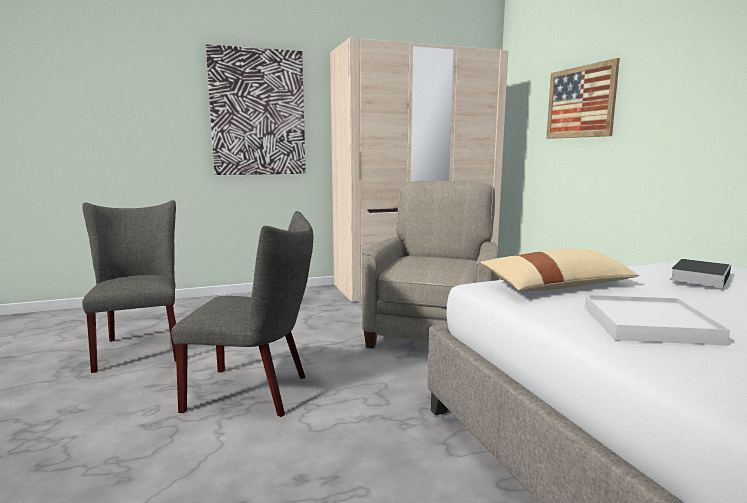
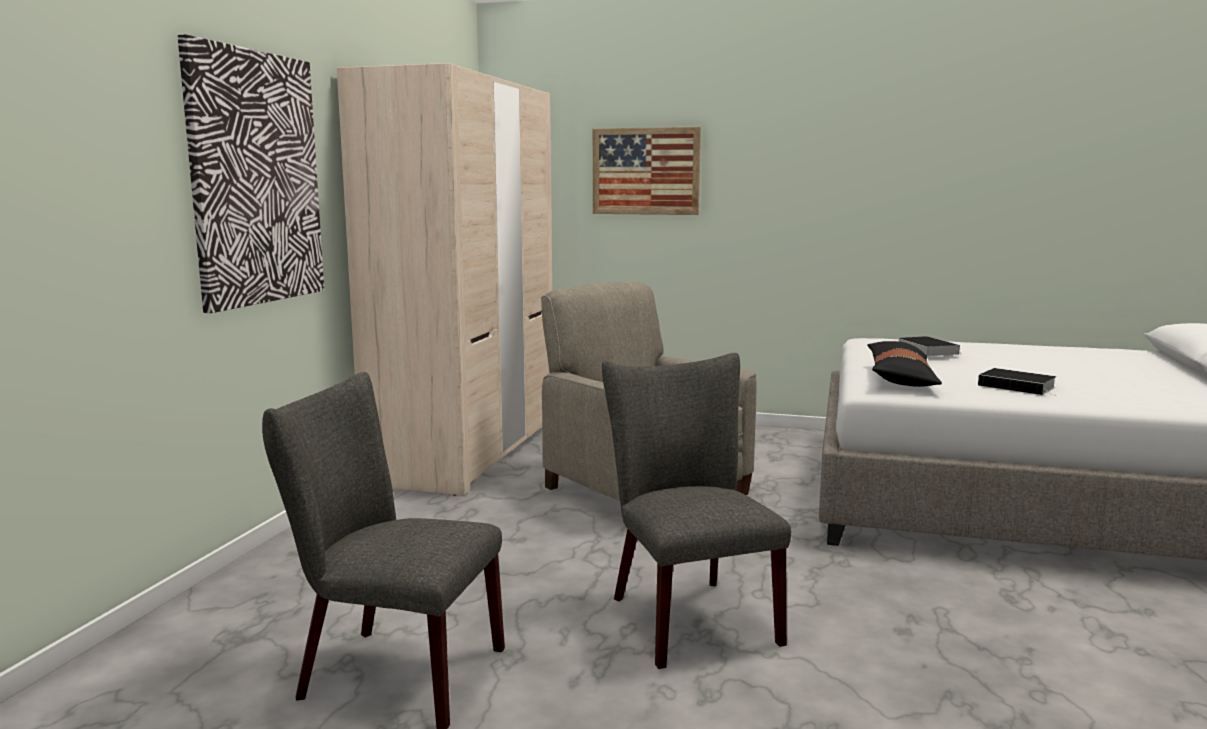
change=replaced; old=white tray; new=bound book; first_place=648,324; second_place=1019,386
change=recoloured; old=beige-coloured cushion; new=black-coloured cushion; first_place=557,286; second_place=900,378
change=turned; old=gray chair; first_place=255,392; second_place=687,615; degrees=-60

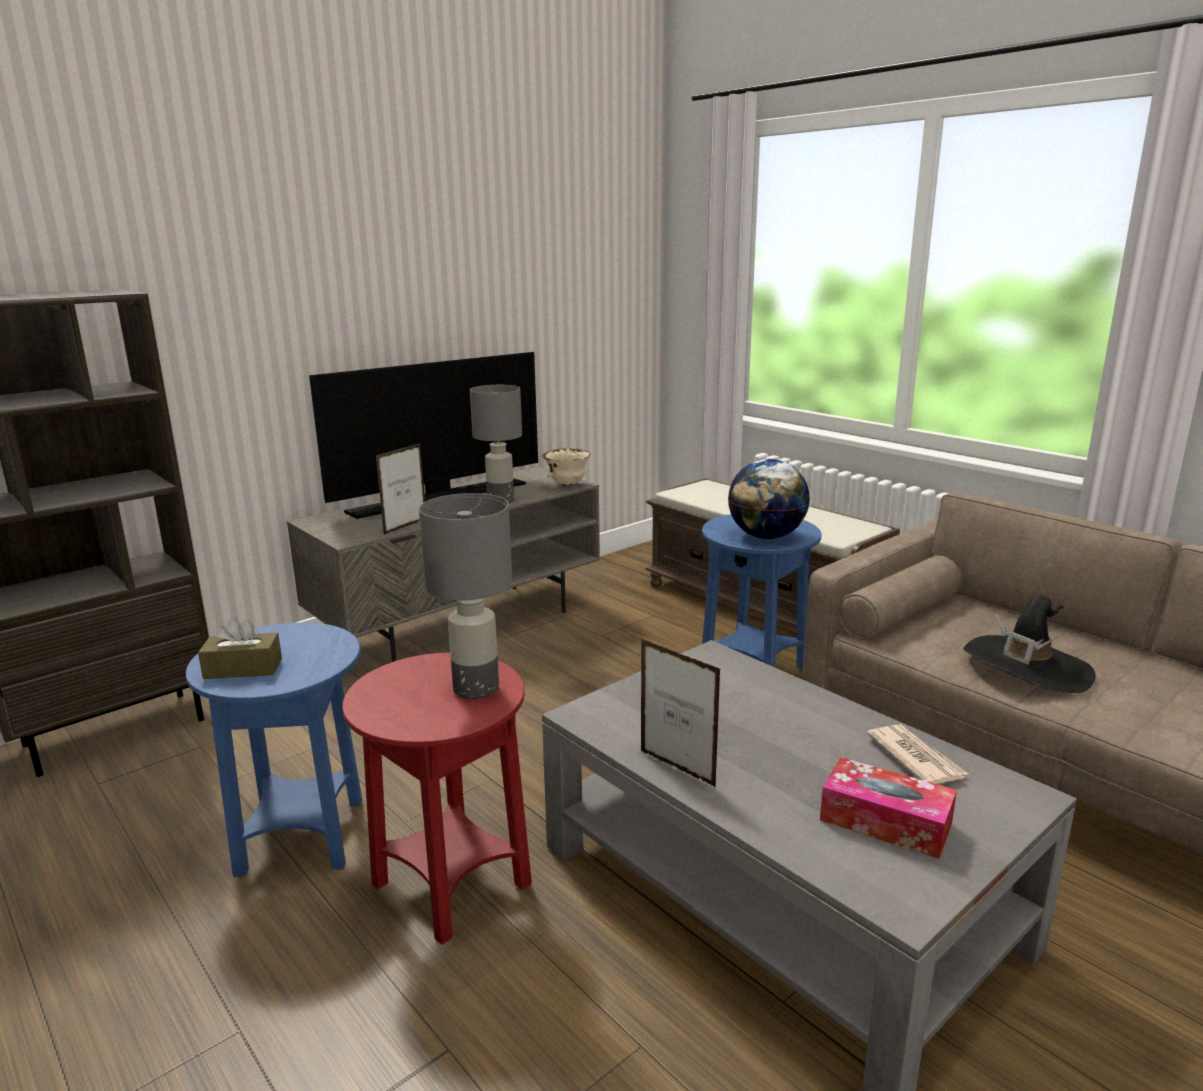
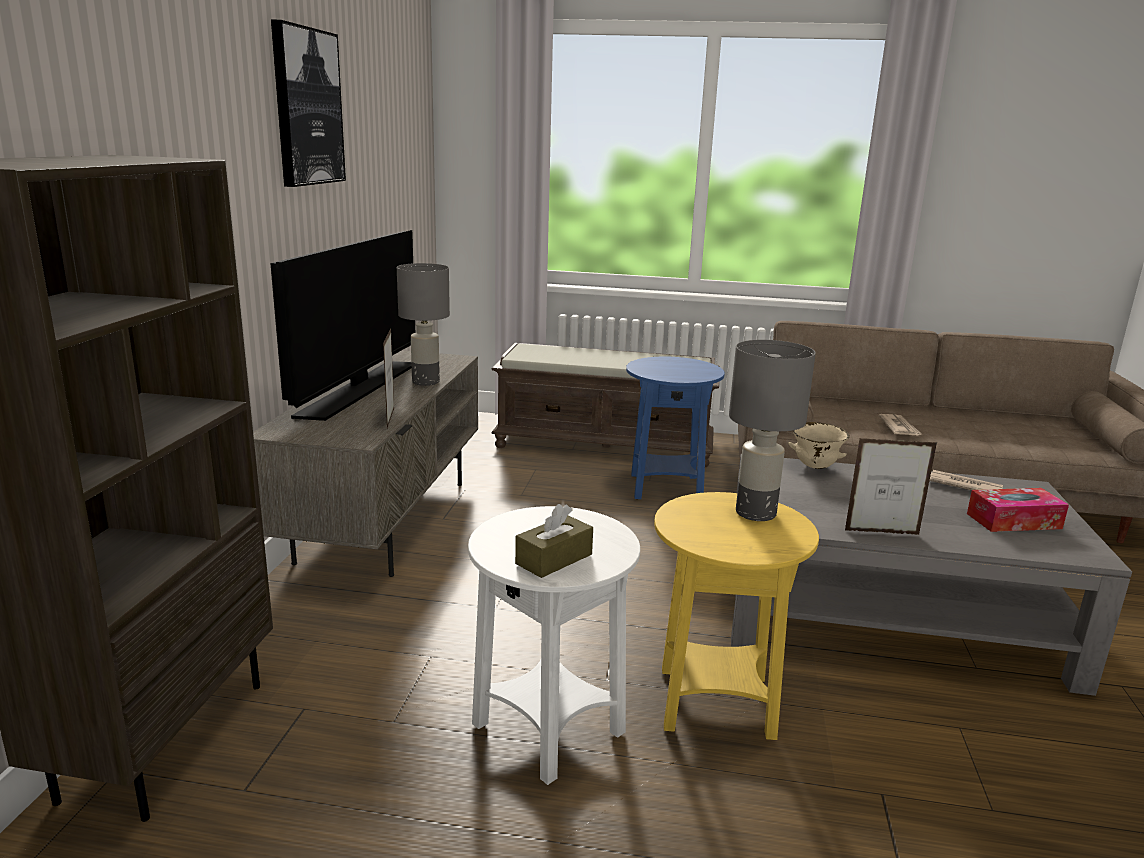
change=removed; old=desk globe; first_place=766,536
change=added; new=wall picture; second_place=307,107
change=moved; old=beige-coloured deep dish; first_place=567,485; second_place=814,467
change=replaced; old=black-coloured hat; new=printed paper; first_place=1026,667; second_place=899,427
change=recoloured; old=blue-coloured accent table; new=white accent table; first_place=302,838; second_place=549,730
change=recoloured; old=red accent table; new=yellowish accent table; first_place=450,886; second_place=715,703

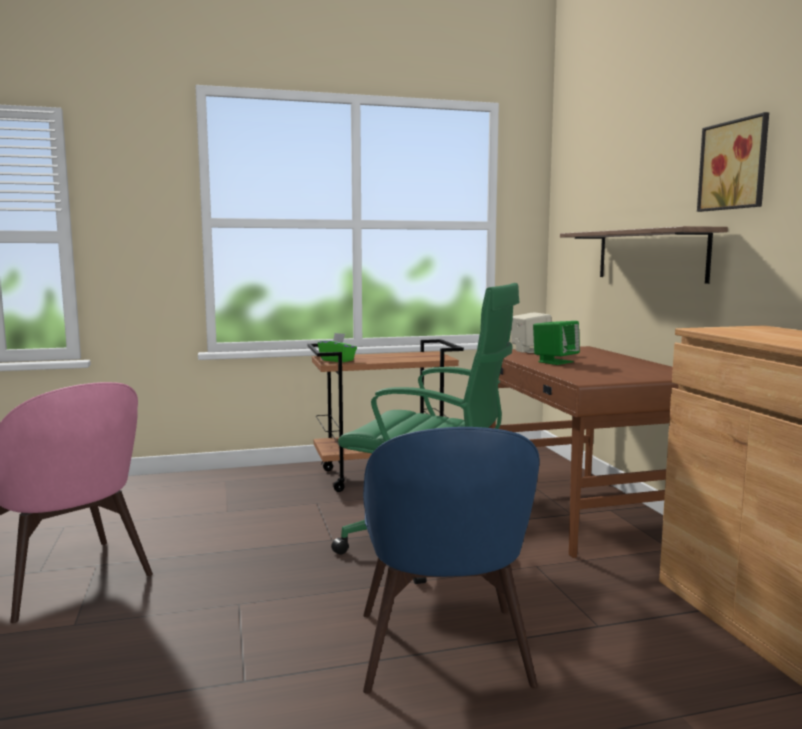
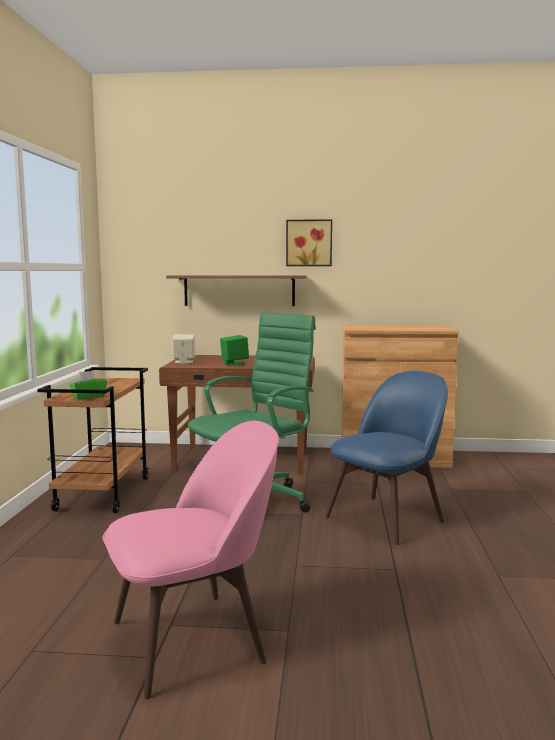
change=turned; old=blue-coloured chair; first_place=443,653; second_place=387,518; degrees=-60

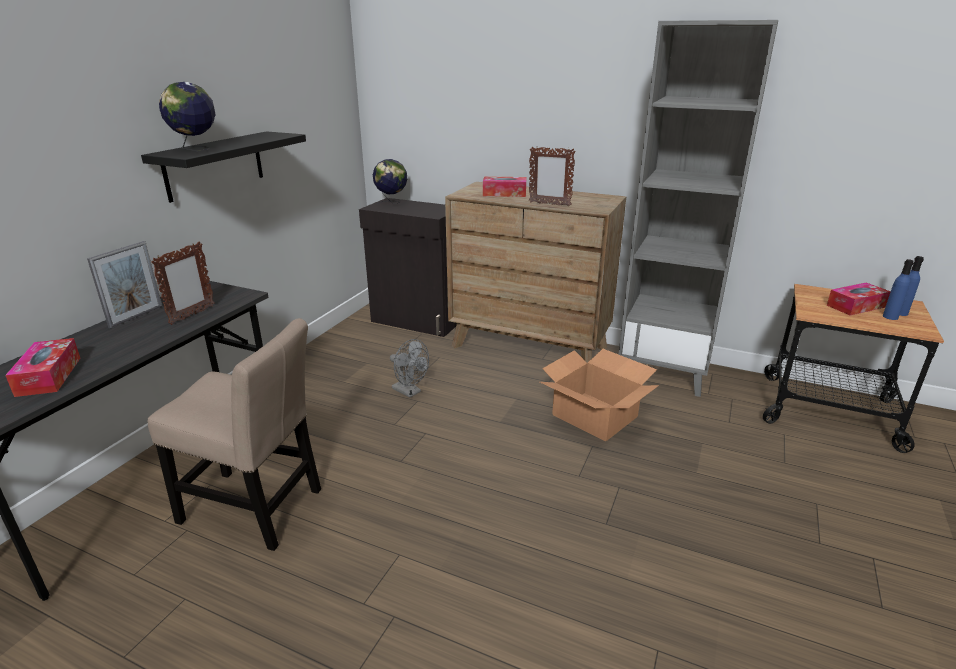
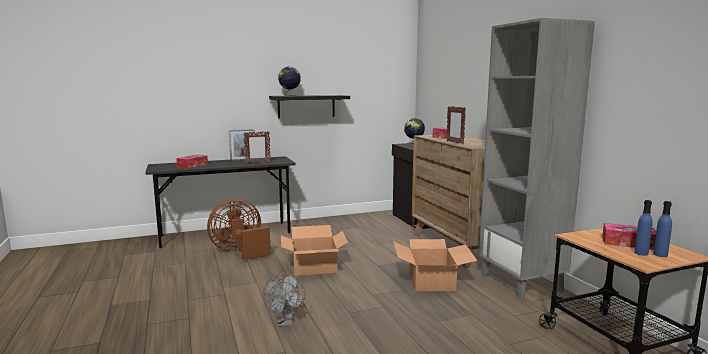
change=added; new=cardboard box; second_place=314,267
change=moved; old=gray electric fan; first_place=410,392; second_place=285,322
change=replaced; old=beige-coloured chair; new=brownish electric fan; first_place=256,508; second_place=240,252

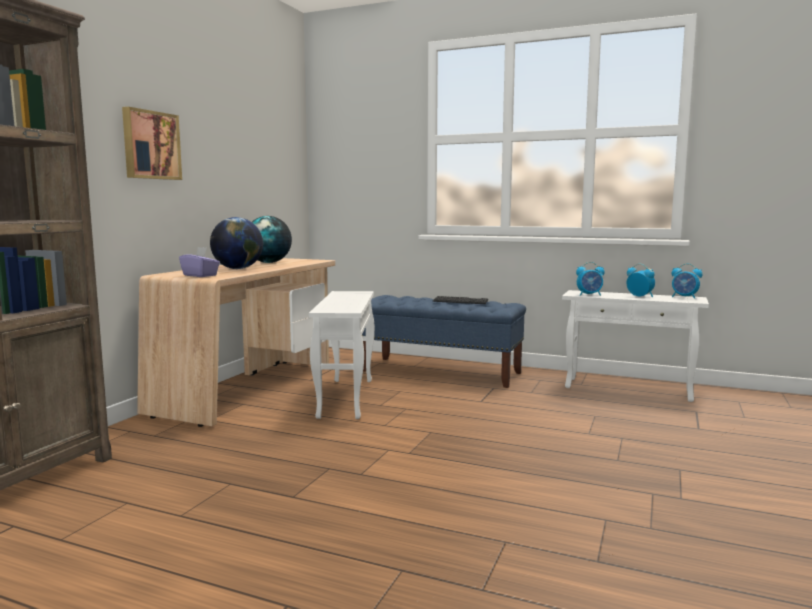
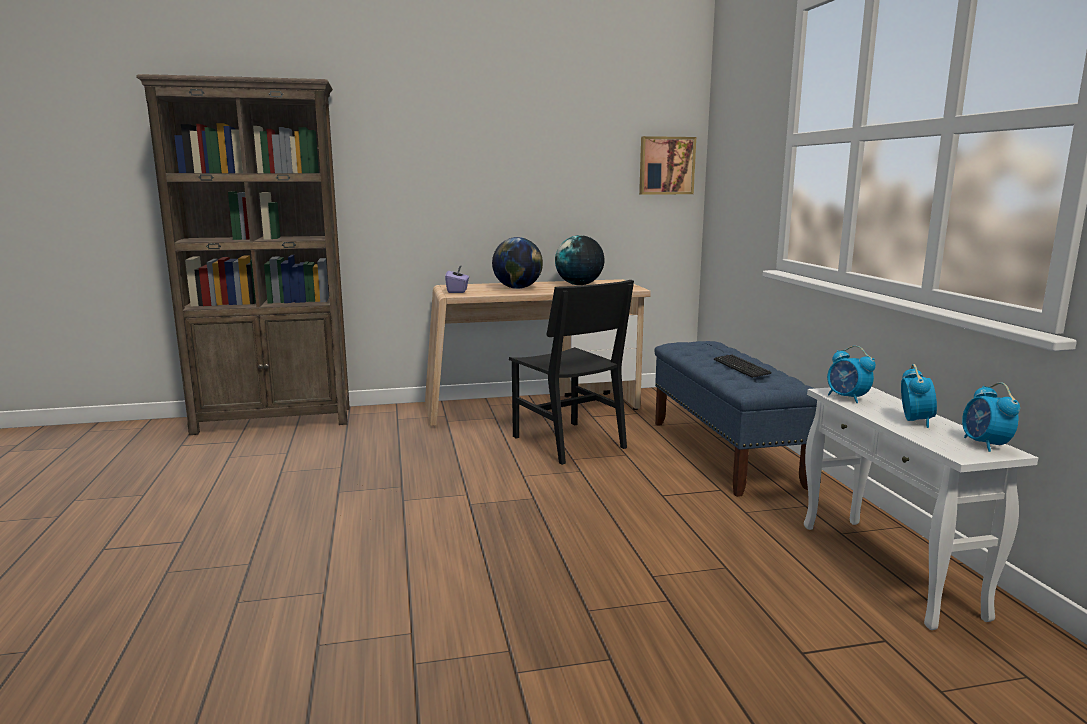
change=moved; old=wall picture; first_place=150,145; second_place=666,165
change=replaced; old=white accent table; new=black-coloured chair; first_place=346,398; second_place=568,442

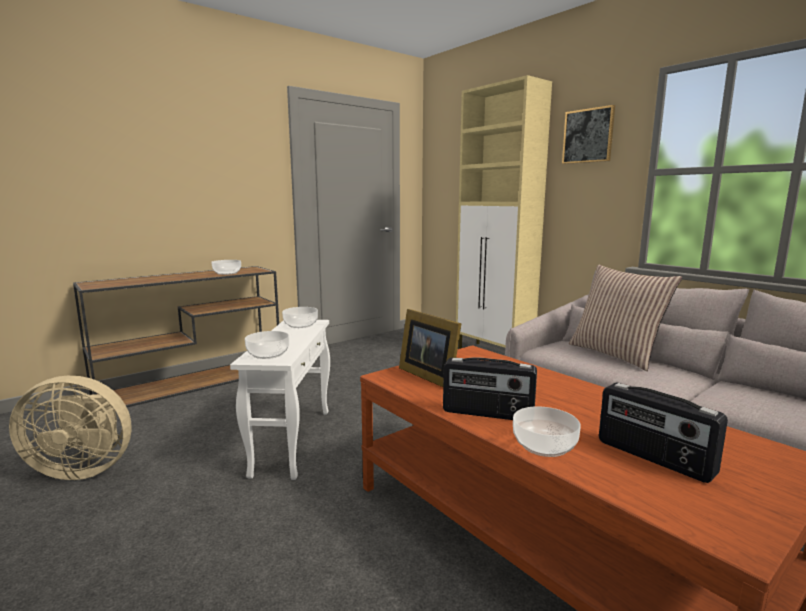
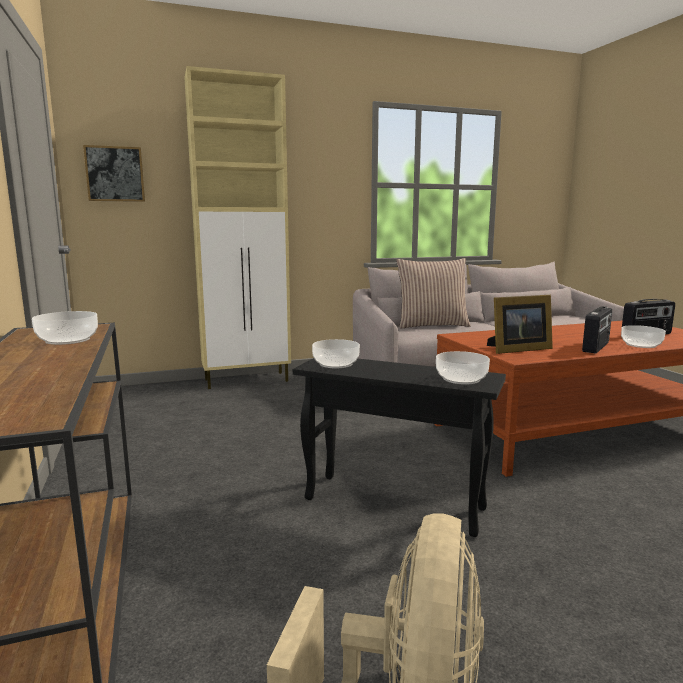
change=moved; old=wall picture; first_place=588,136; second_place=115,174
change=recoloured; old=white accent table; new=black-coloured accent table; first_place=292,441; second_place=394,504

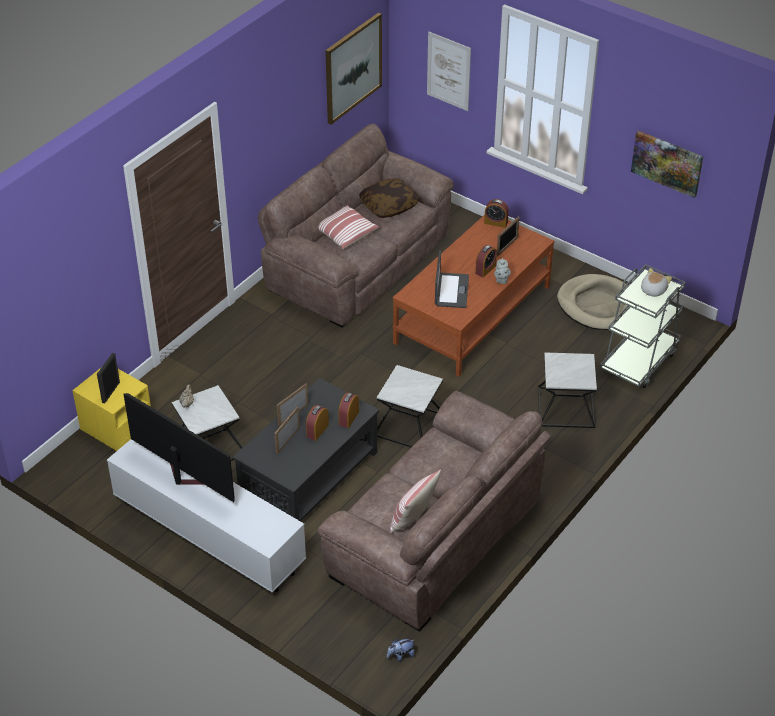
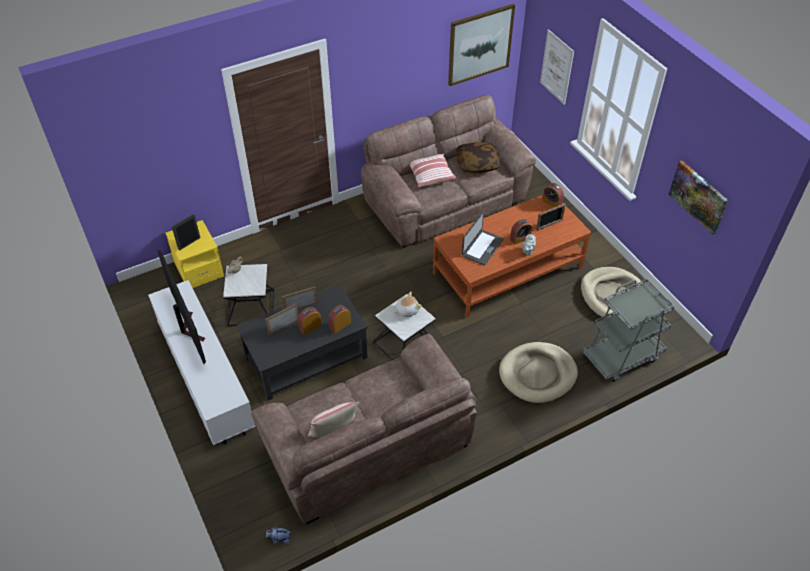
change=moved; old=plush toy; first_place=652,290; second_place=406,310
change=replaced; old=accent table; new=beige-coloured pet bed; first_place=566,407; second_place=537,374

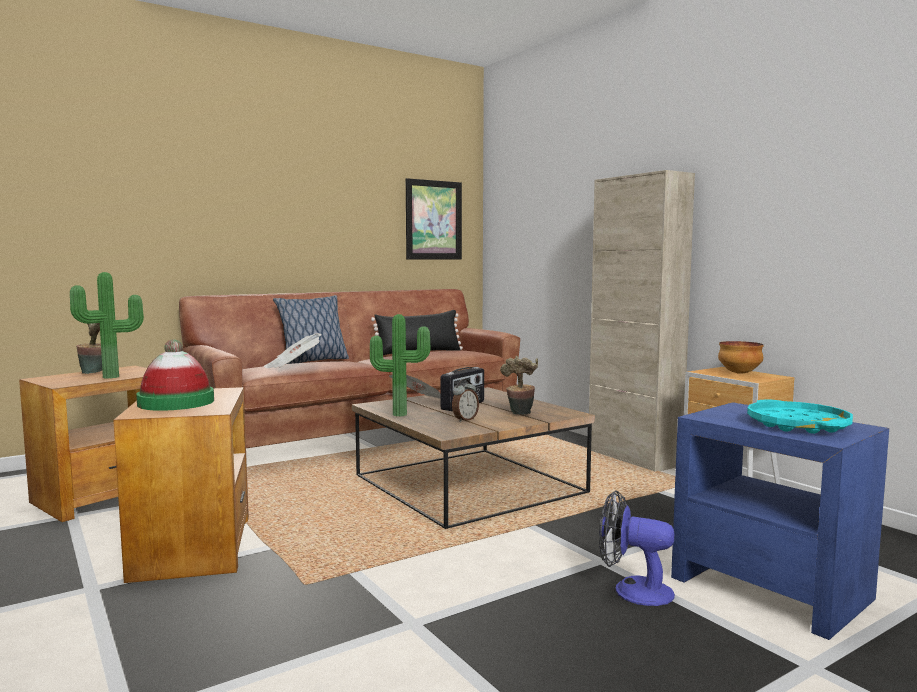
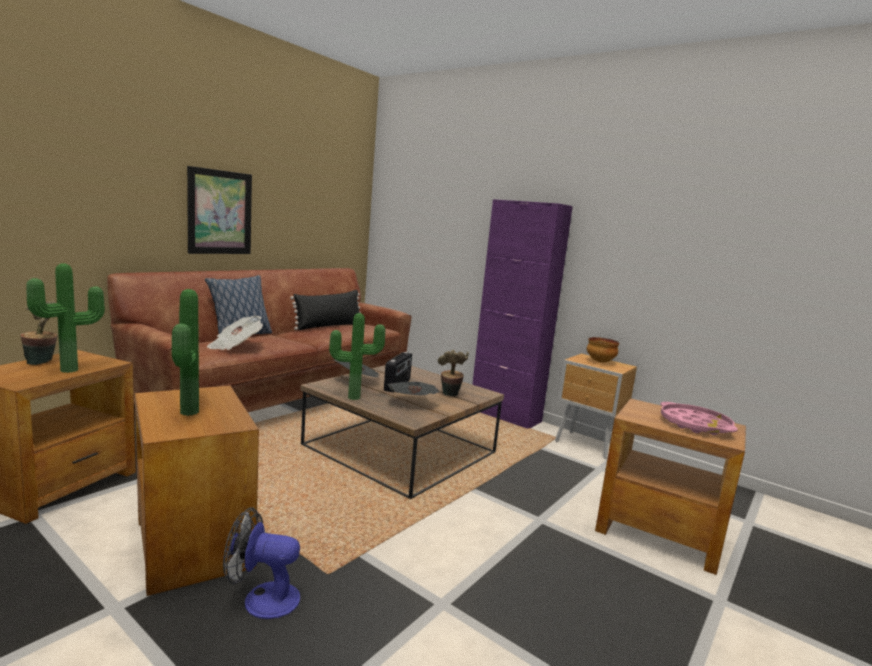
change=moved; old=wall picture; first_place=433,220; second_place=220,212
change=moved; old=electric fan; first_place=632,590; second_place=262,599
change=replaced; old=hat; new=plant in a pot; first_place=176,402; second_place=185,412
change=replaced; old=table clock; new=printed paper; first_place=464,420; second_place=412,403
change=recoloured; old=beige-coloured storage cabinet; new=purple storage cabinet; first_place=633,458; second_place=505,415
change=recoloured; old=blue-coloured accent table; new=brownish accent table; first_place=769,587; second_place=657,532
change=recoloured; old=blue-green tray; new=pink-coloured tray; first_place=798,425; second_place=695,425

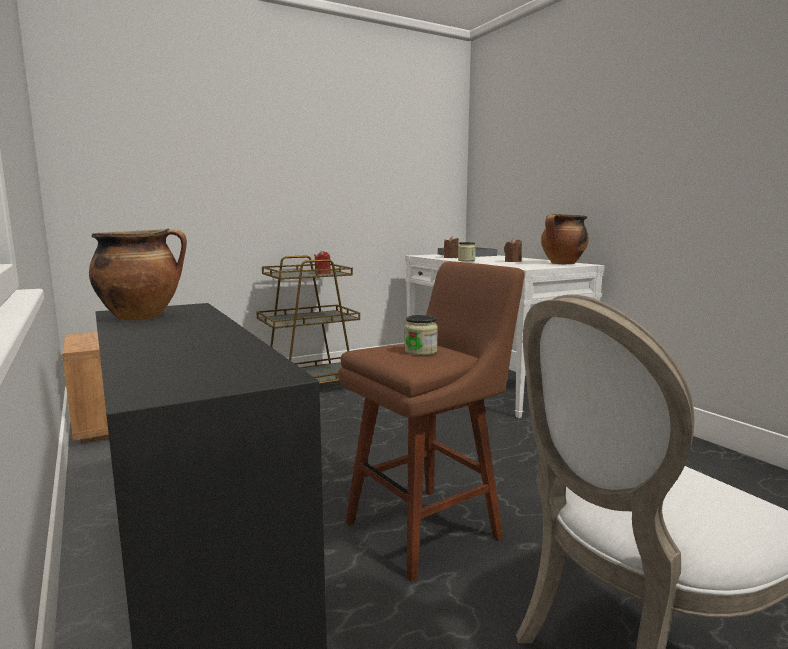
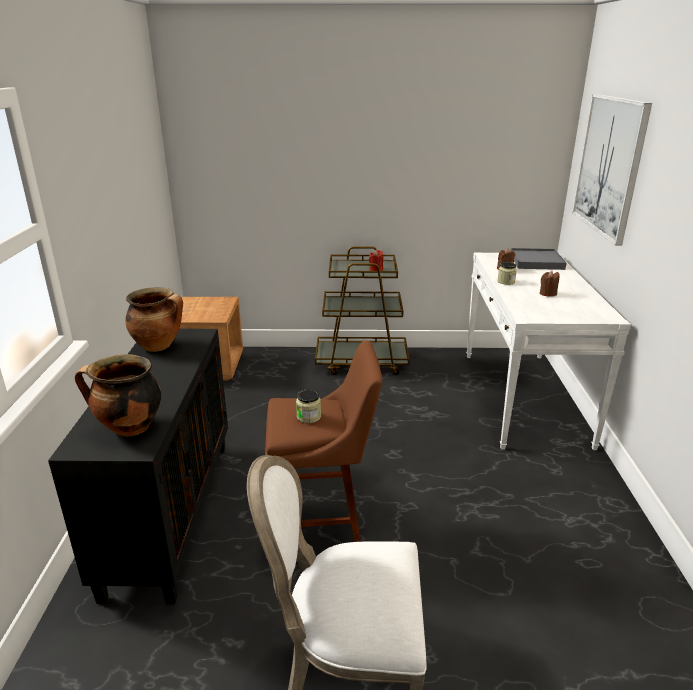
change=added; new=wall picture; second_place=609,166
change=moved; old=saucepot; first_place=562,264; second_place=129,428

